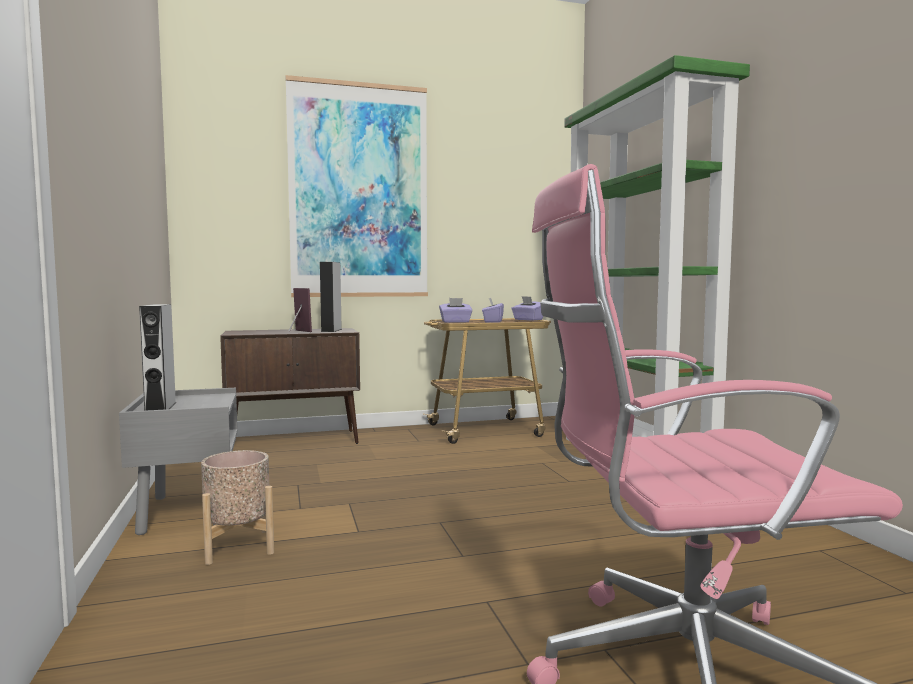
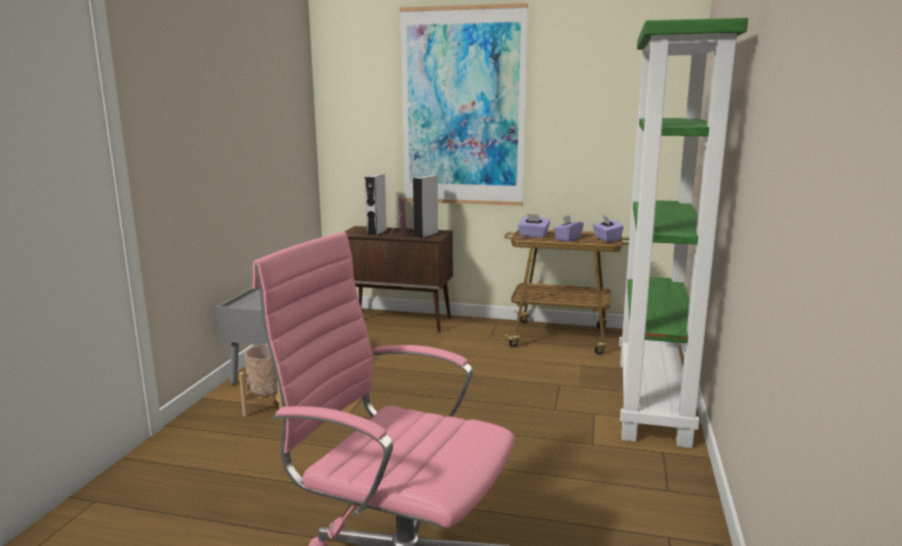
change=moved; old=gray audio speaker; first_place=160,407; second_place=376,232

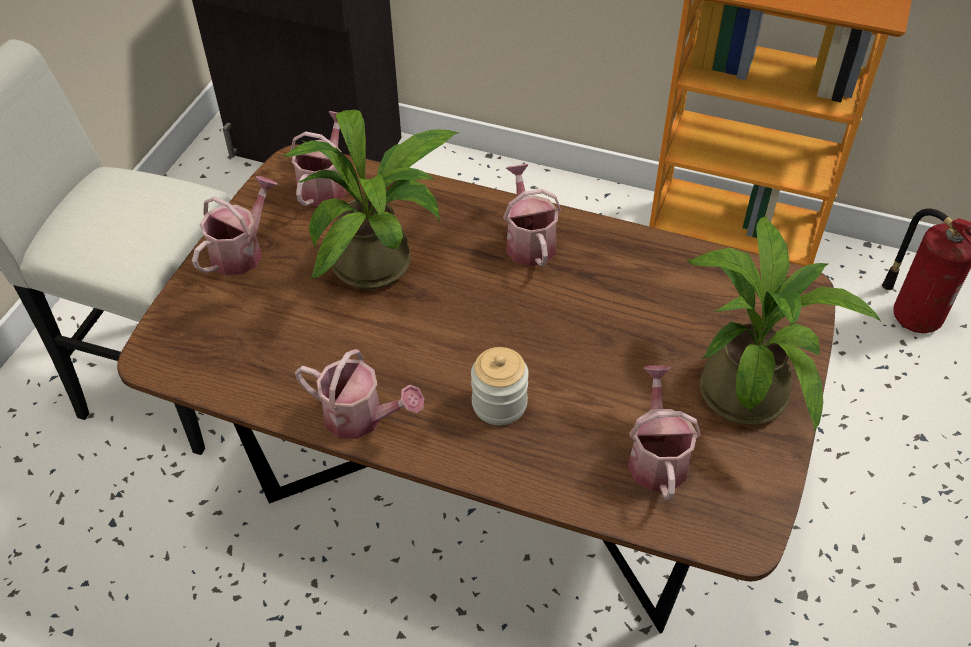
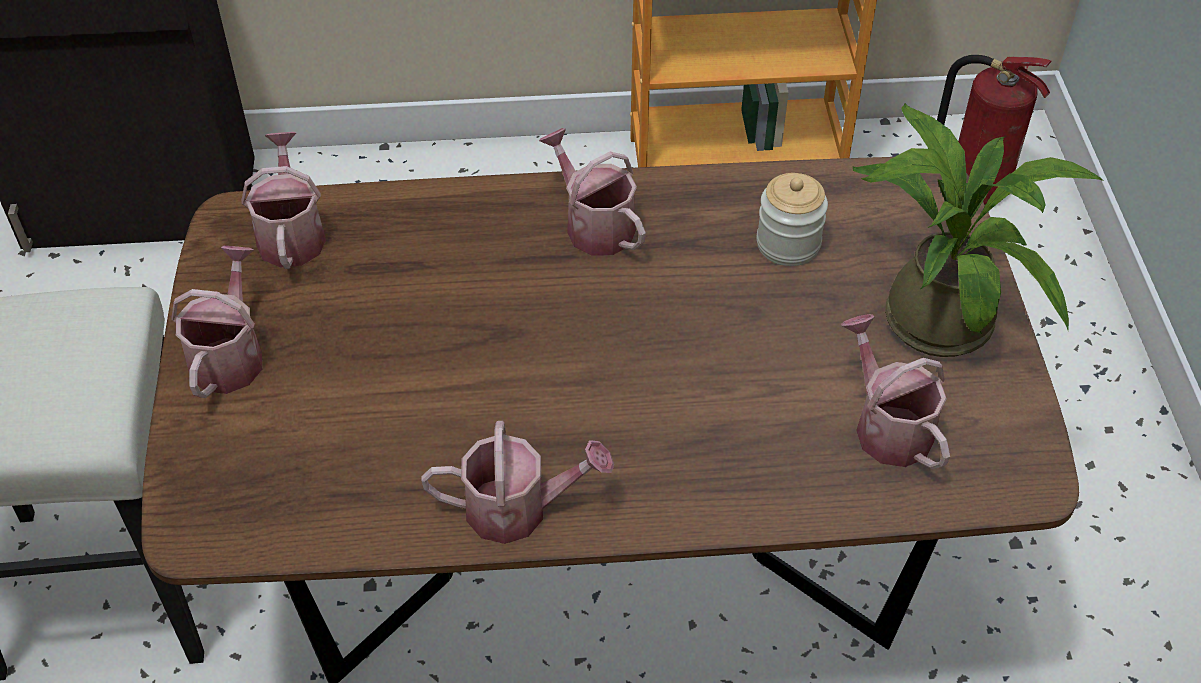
change=removed; old=plant in a pot; first_place=382,262
change=moved; old=storage jar; first_place=499,404; second_place=788,244

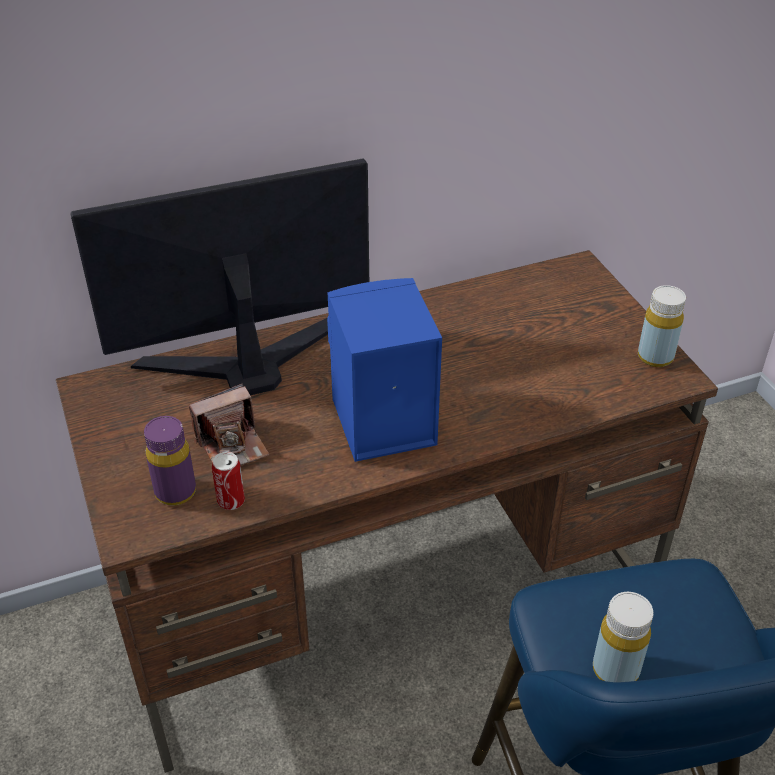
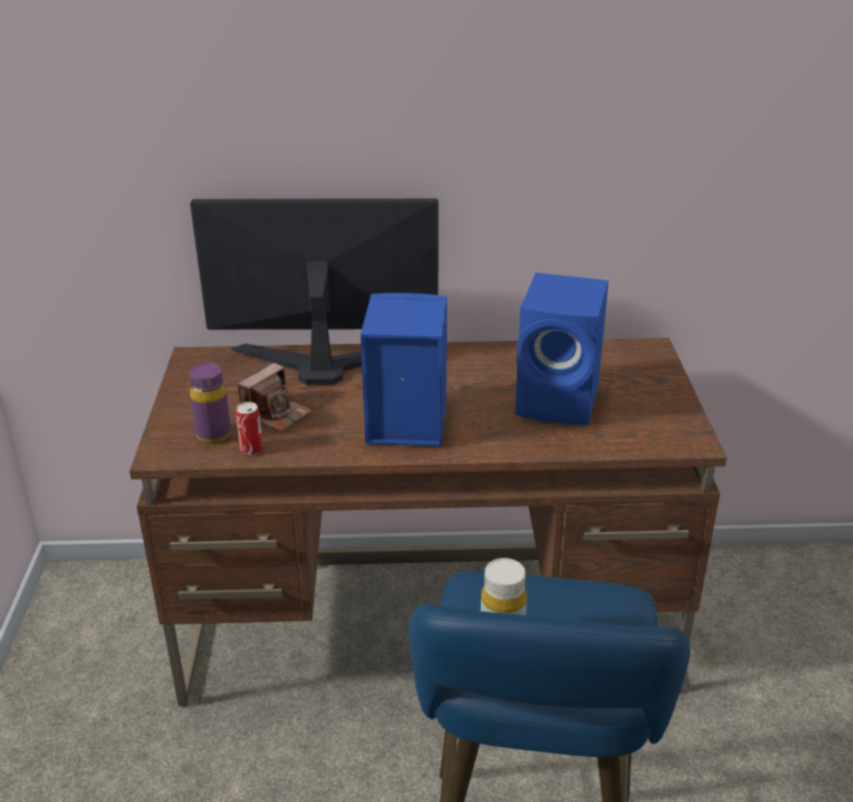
change=removed; old=yellowish drink bottle; first_place=655,357
change=added; new=blue-coloured audio speaker; second_place=561,401
change=turned; old=still camera; first_place=232,445; second_place=276,414; degrees=-45

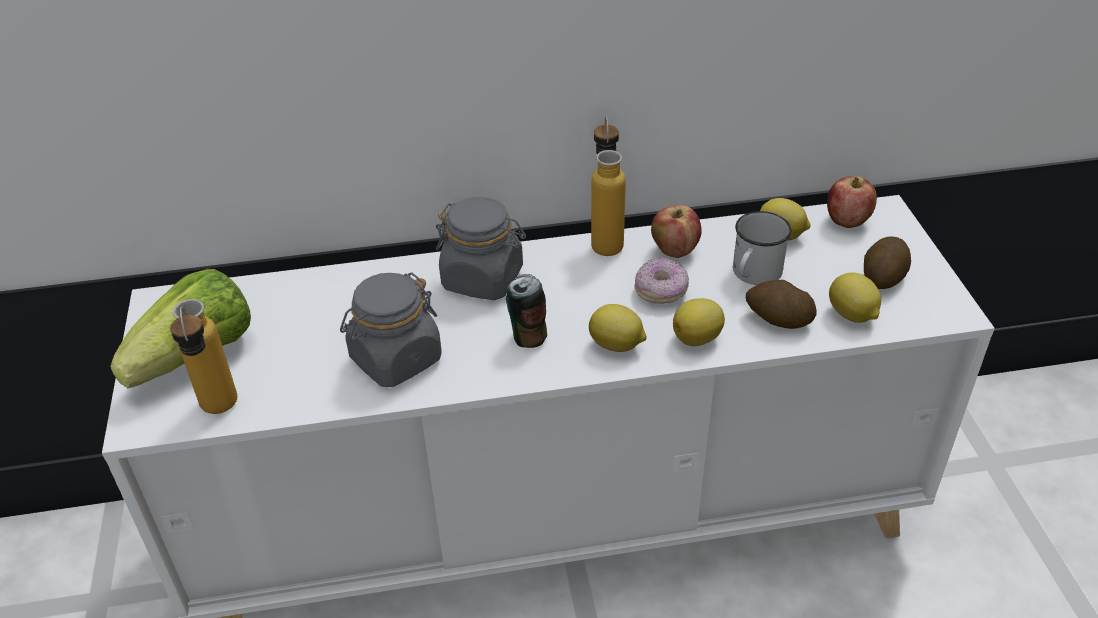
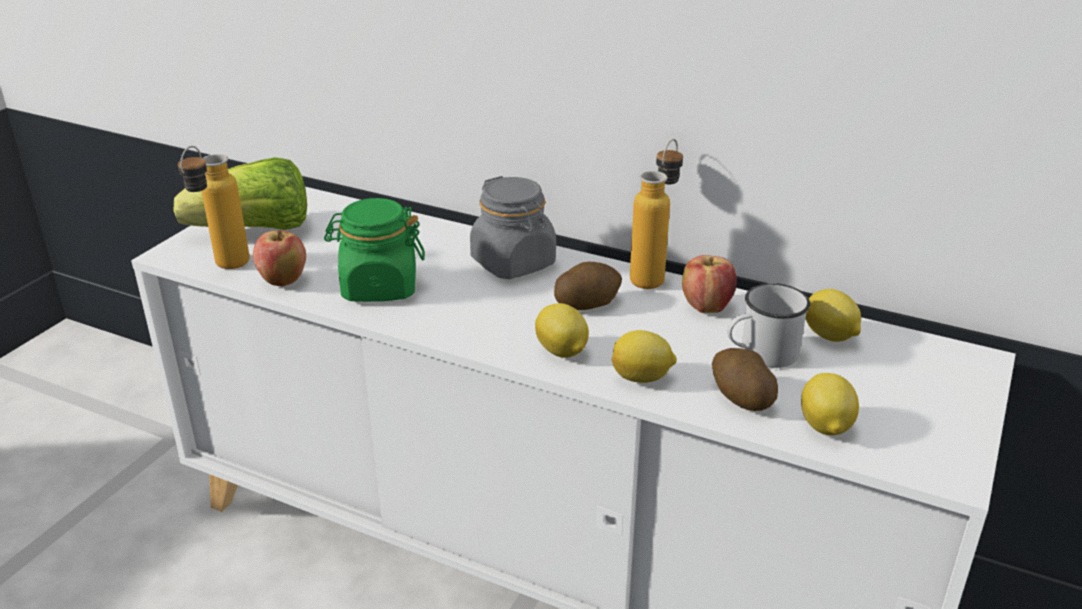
change=removed; old=metal can; first_place=528,336
change=removed; old=doughnut; first_place=661,291
change=moved; old=apple; first_place=847,222; second_place=283,281
change=moved; old=potato; first_place=883,277; second_place=587,303
change=recoloured; old=gray storage jar; new=greenish storage jar; first_place=395,359; second_place=379,287

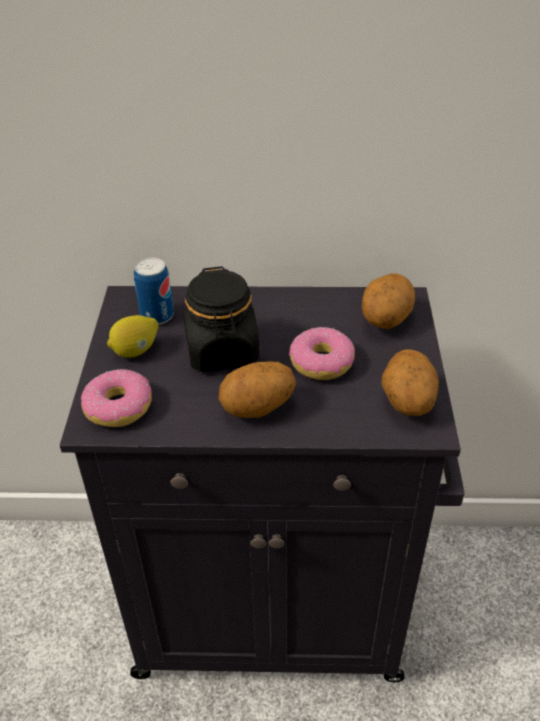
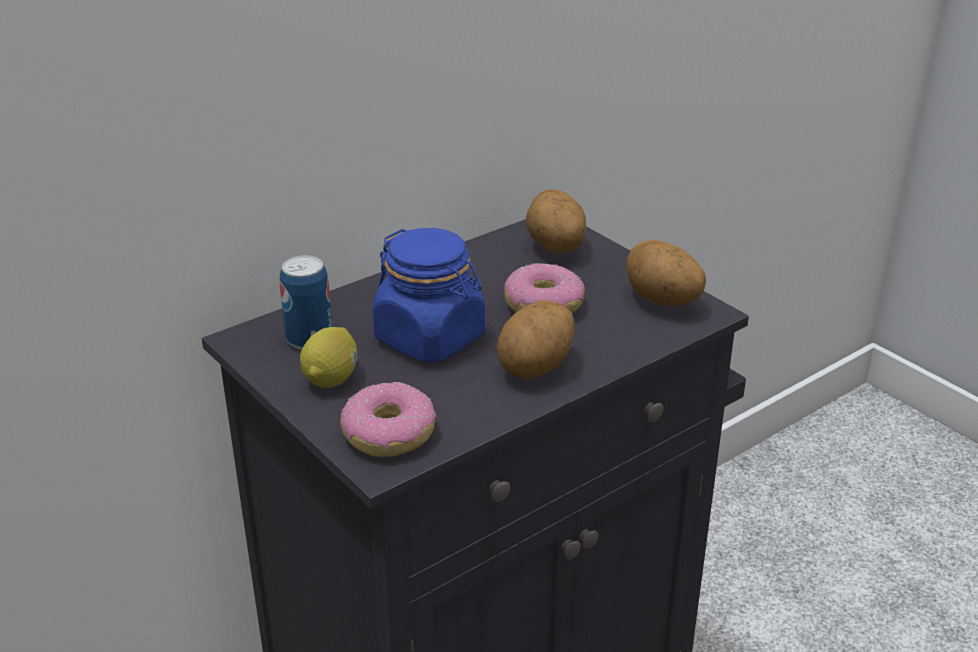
change=recoloured; old=black-coloured storage jar; new=blue-coloured storage jar; first_place=222,351; second_place=430,338

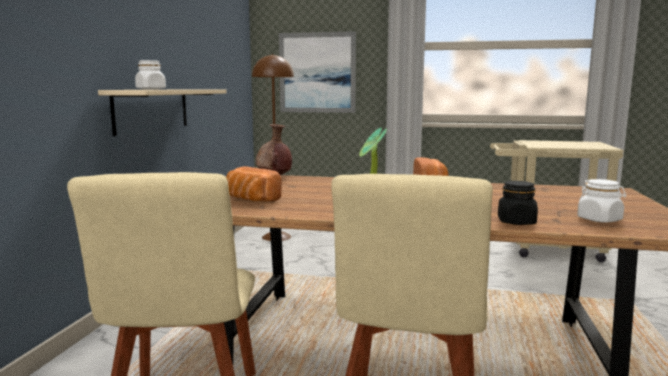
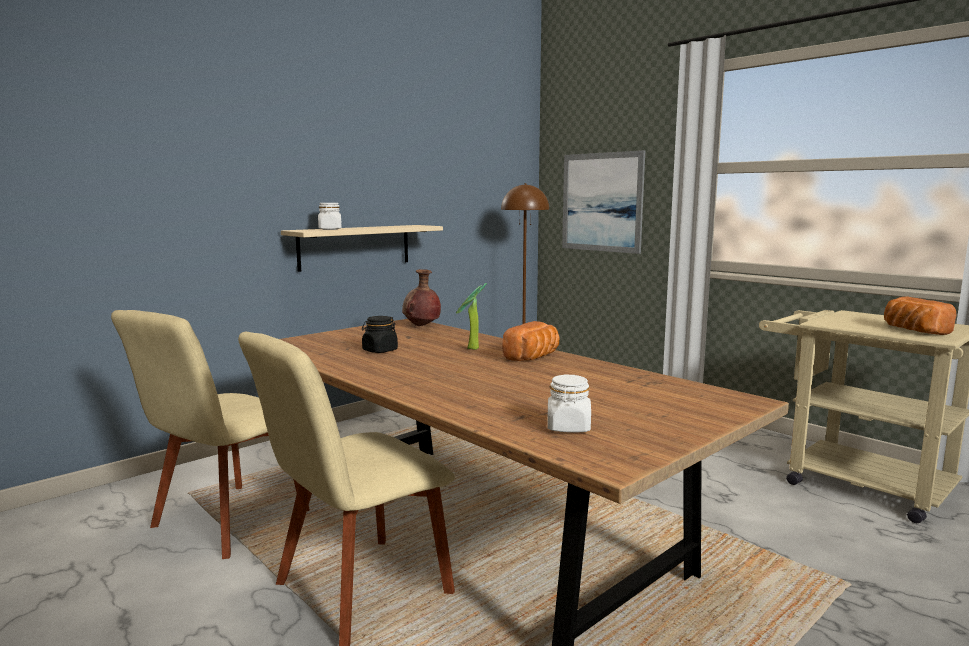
change=moved; old=baked bread; first_place=250,199; second_place=912,331
change=moved; old=black-coloured storage jar; first_place=516,222; second_place=380,350

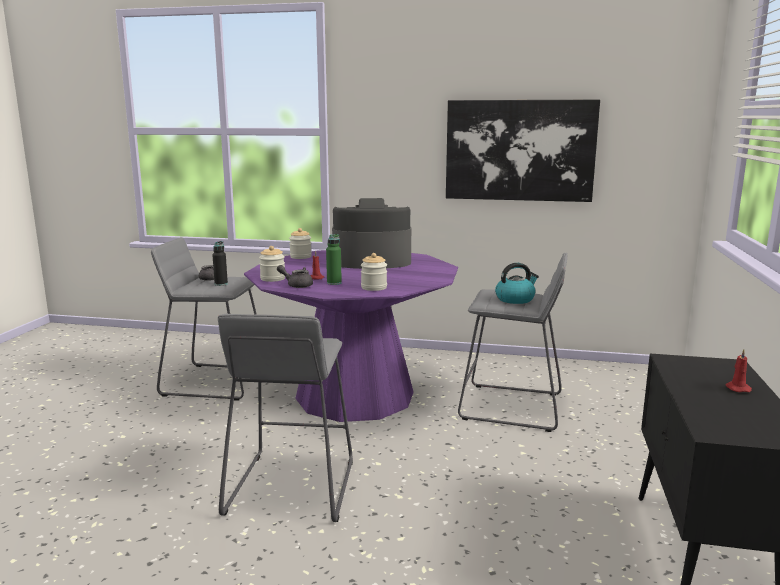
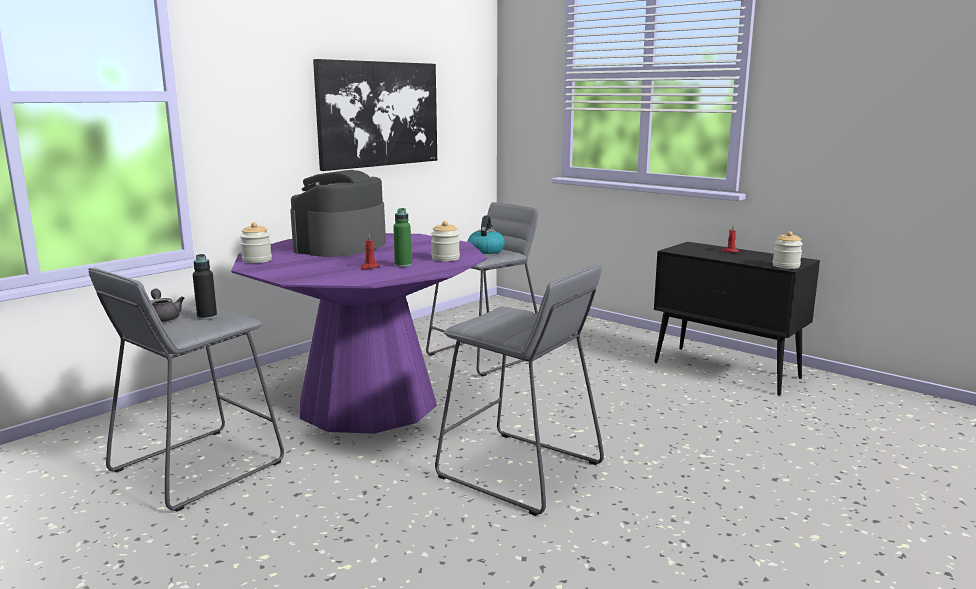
change=removed; old=gray pot for tea; first_place=297,285
change=moved; old=storage jar; first_place=273,279; second_place=786,266

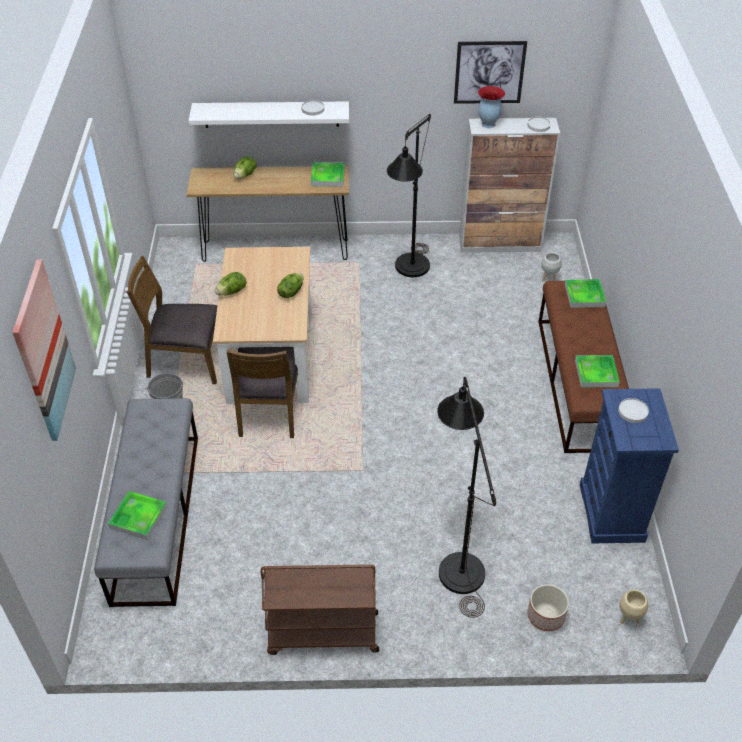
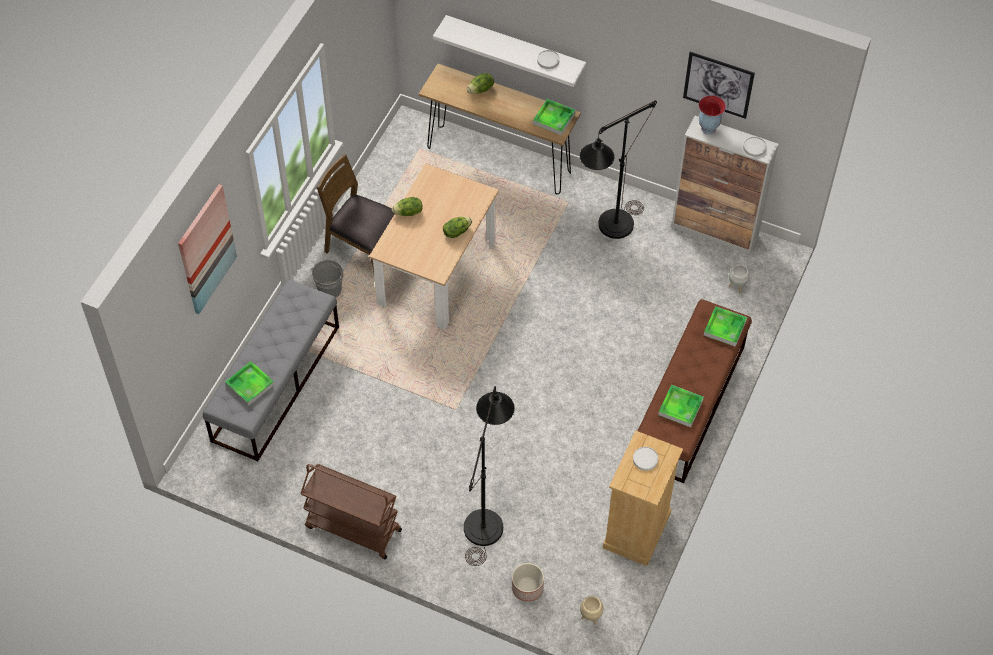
change=removed; old=brownish chair; first_place=270,410
change=recoloured; old=blue-coloured drawer chest; new=beige-coloured drawer chest; first_place=612,513; second_place=636,531

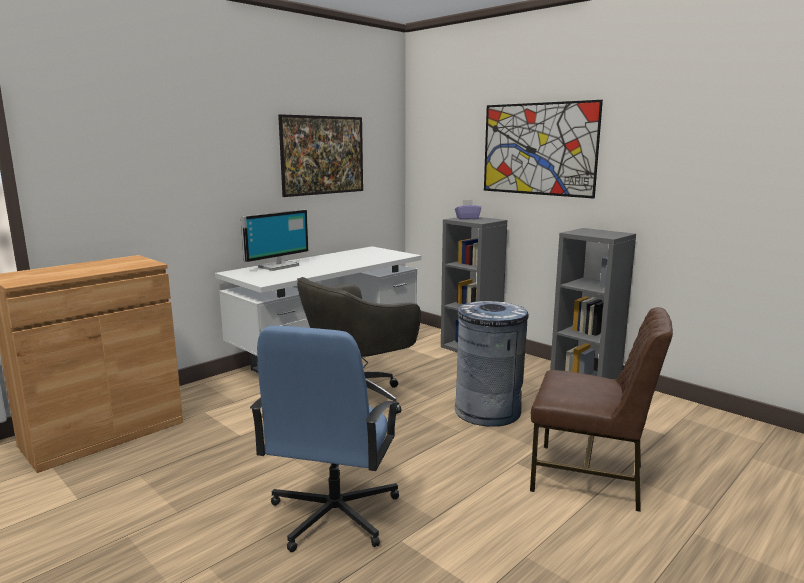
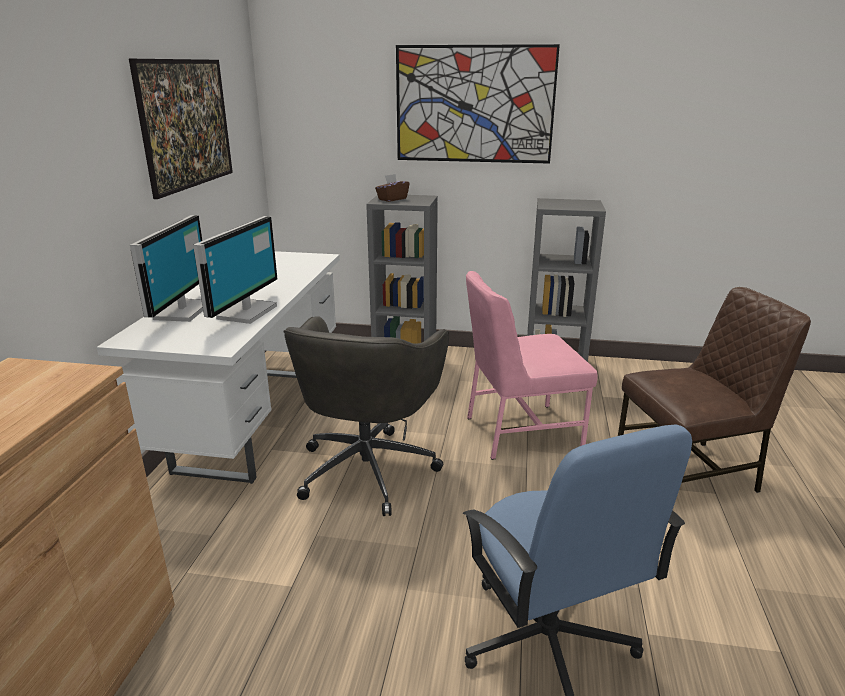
change=added; new=monitor; second_place=245,312
change=replaced; old=gray waste bin; new=pink-coloured chair; first_place=488,411; second_place=520,431
change=recoloured; old=purple tissue holder; new=brownish tissue holder; first_place=467,218; second_place=392,199

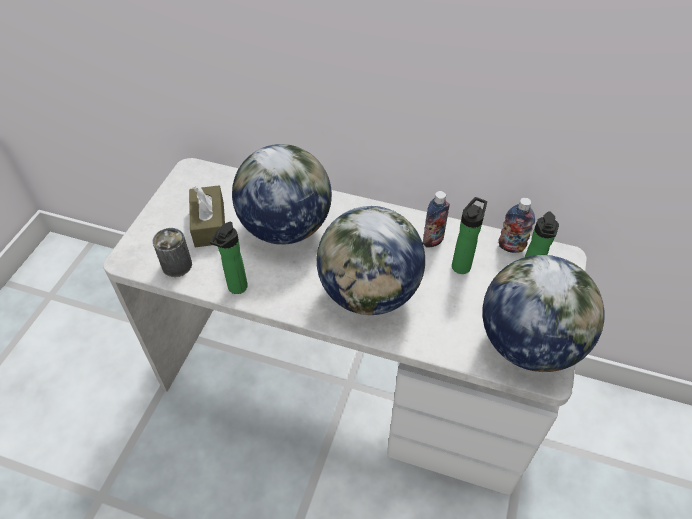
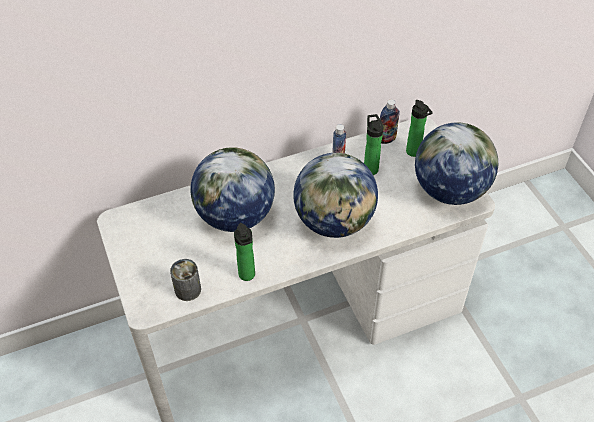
change=removed; old=brownish tissue holder; first_place=209,224

